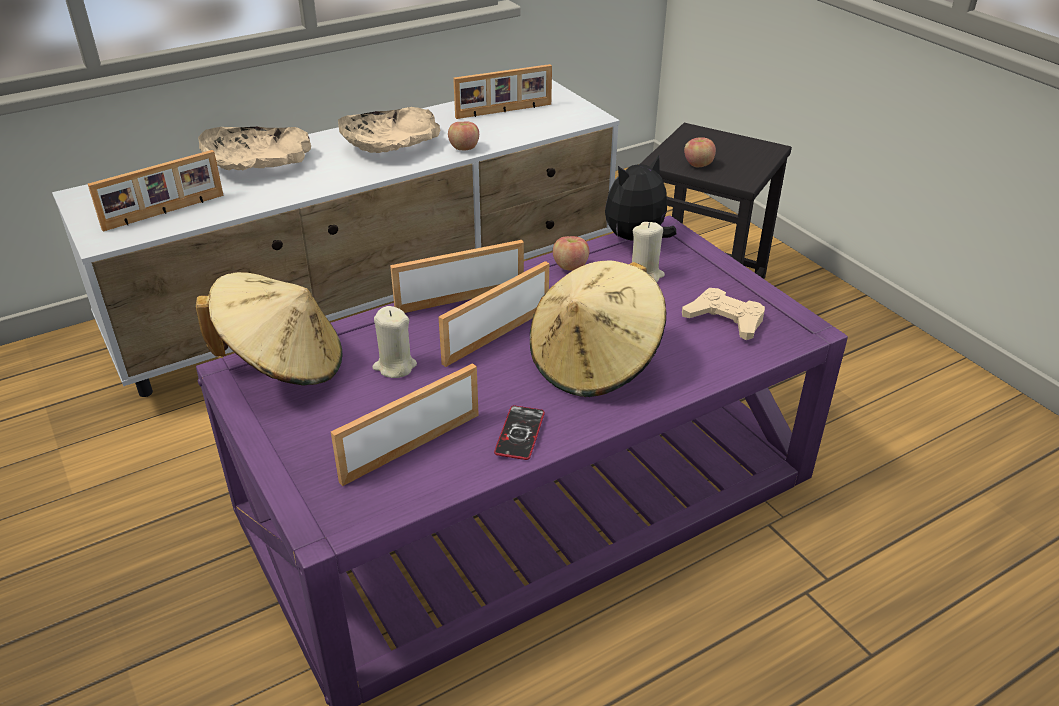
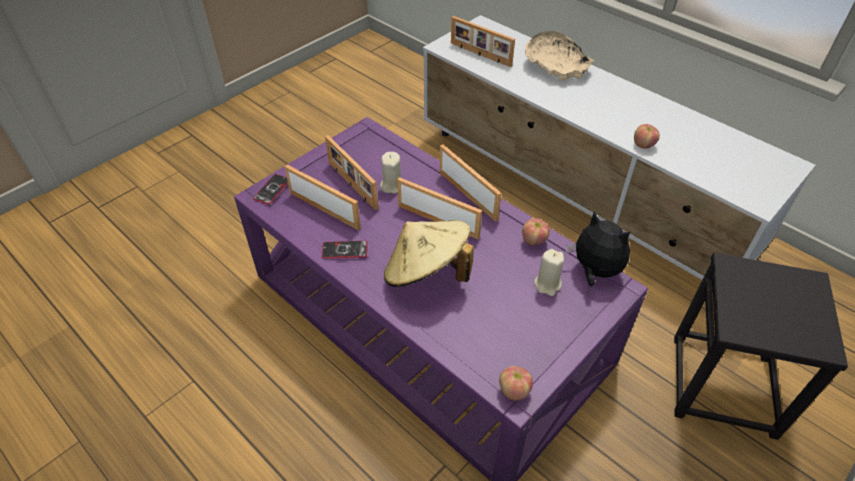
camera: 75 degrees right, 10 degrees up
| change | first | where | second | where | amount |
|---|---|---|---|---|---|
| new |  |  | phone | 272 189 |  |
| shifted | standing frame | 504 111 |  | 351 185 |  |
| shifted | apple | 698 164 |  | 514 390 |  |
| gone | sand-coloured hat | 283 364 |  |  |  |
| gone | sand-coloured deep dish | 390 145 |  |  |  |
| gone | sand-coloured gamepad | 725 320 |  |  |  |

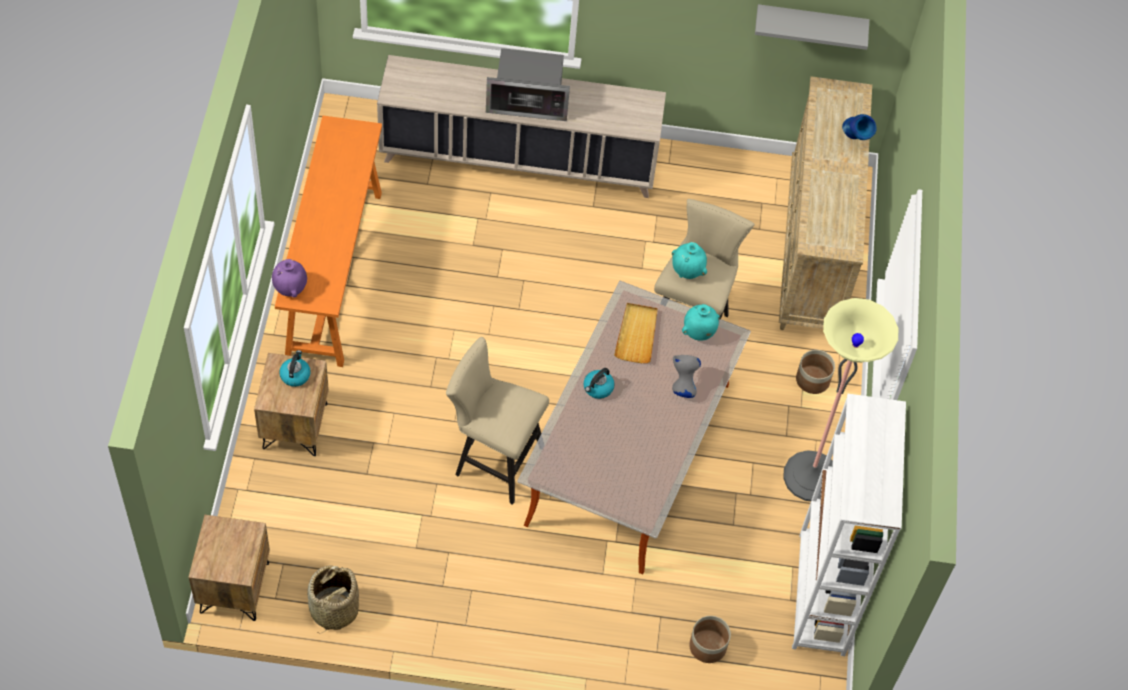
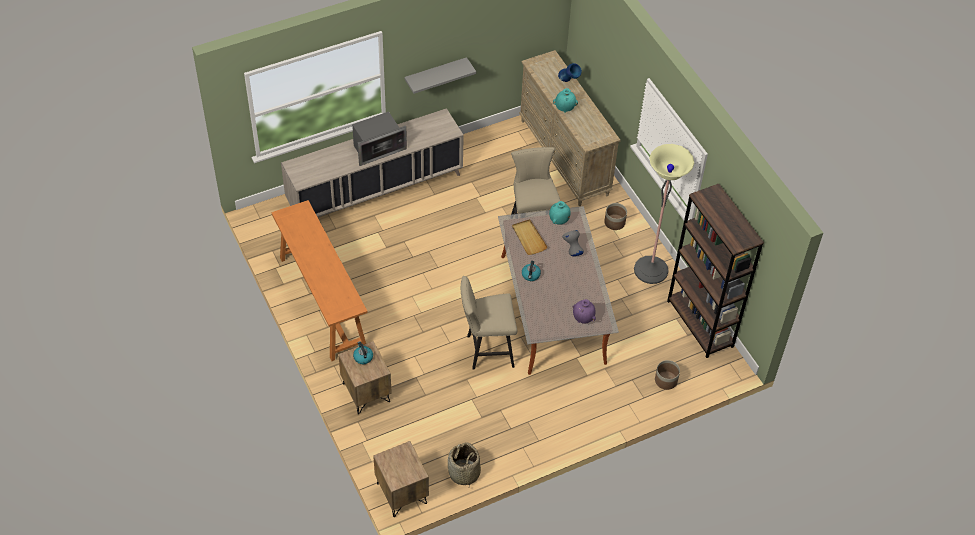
camera: 30 degrees left, 5 degrees down
| change | first | where | second | where | amount |
|---|---|---|---|---|---|
| shifted | greyish bracket shelf | 811 22 |  | 435 74 |  |
| shifted | turquoise flower vase | 687 272 |  | 565 109 |  |
| shifted | purple-coloured flower vase | 290 289 |  | 583 319 |  |
| repainted | white-coloured bookshelf | 821 594 | brownish bookshelf | 700 324 |  |

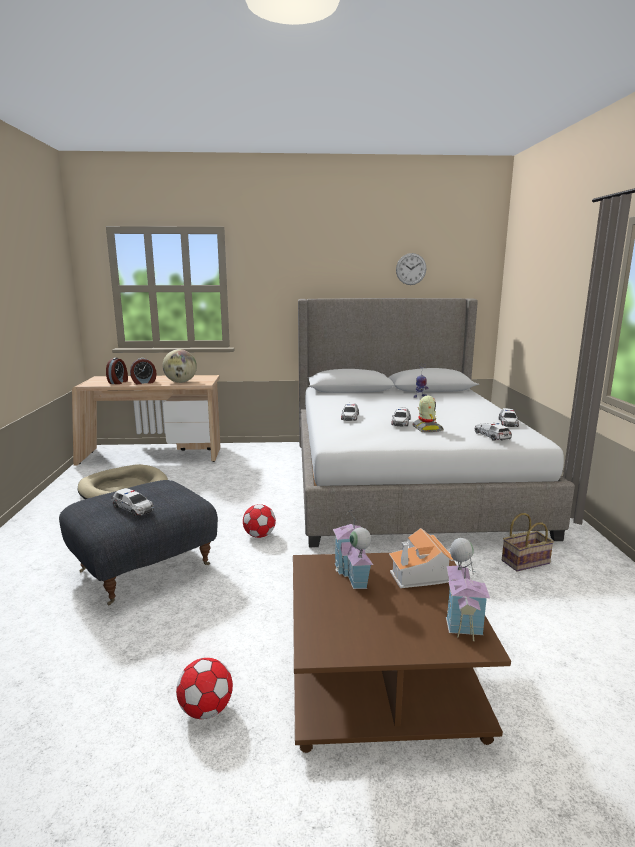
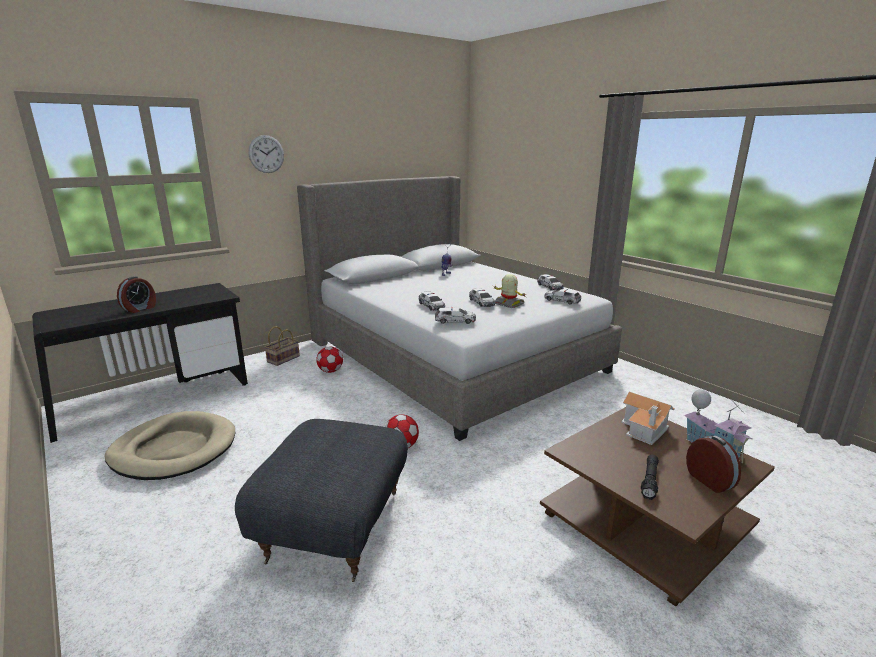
camera: 35 degrees left, 5 degrees up
| change | first | where | second | where | amount |
|---|---|---|---|---|---|
| repainted | sand-coloured desk | 152 456 | black desk | 155 399 |  |
| shifted | wall clock | 411 269 |  | 266 154 |  |
| shifted | storage basket | 525 561 |  | 283 358 |  |
| shifted | football ball | 206 710 |  | 330 371 |  |
| shifted | miniature car | 133 508 |  | 455 321 |  |
| new |  |  | black torch | 649 481 |  |
| shifted | alarm clock | 118 382 |  | 710 480 |  |
| gone | world globe | 180 382 |  |  |  |
| gone | miniature house | 352 574 |  |  |  |

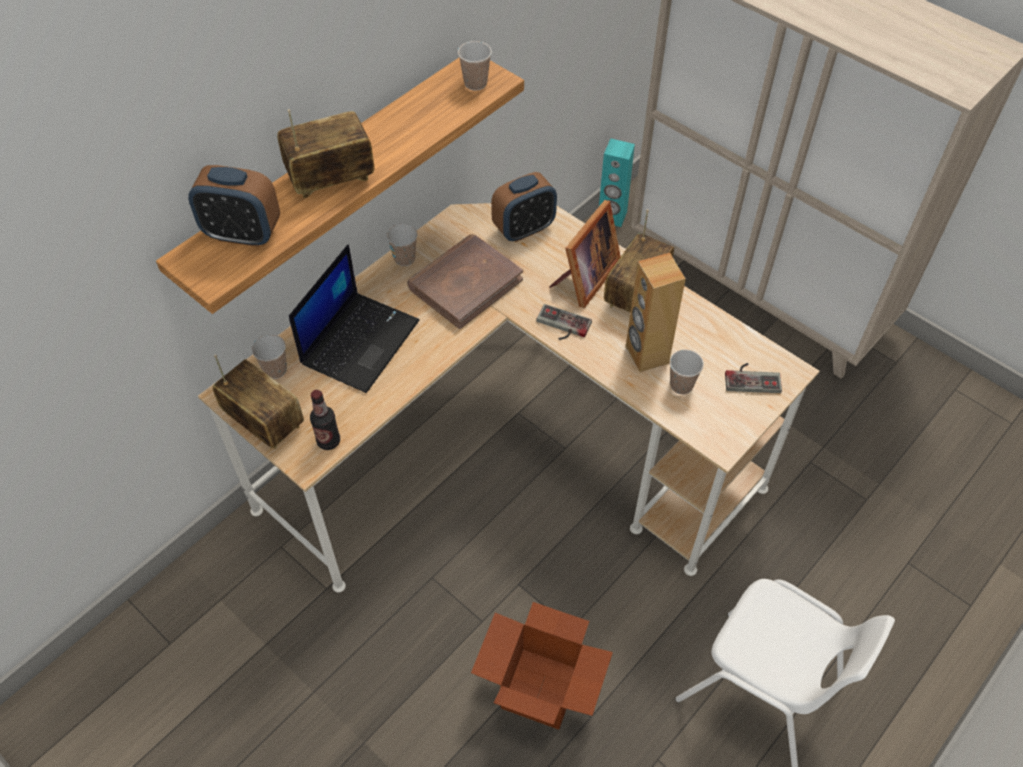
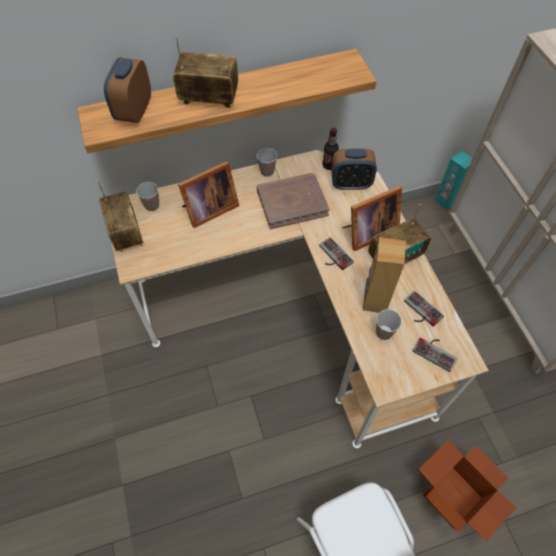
camera: 30 degrees right, 5 degrees up
| change | first | where | second | where | amount |
|---|---|---|---|---|---|
| rotated | alarm clock | 243 234 |  | 134 111 | 60 degrees clockwise |
| swapped | notebook computer | 360 341 | standing frame | 208 209 |  |
| shifted | drink bottle | 328 441 |  | 329 165 |  |
| new |  |  | gamepad | 420 312 |  |
| shifted | carton | 540 689 |  | 452 496 |  |
| gone | drinking cup | 475 83 |  |  |  |

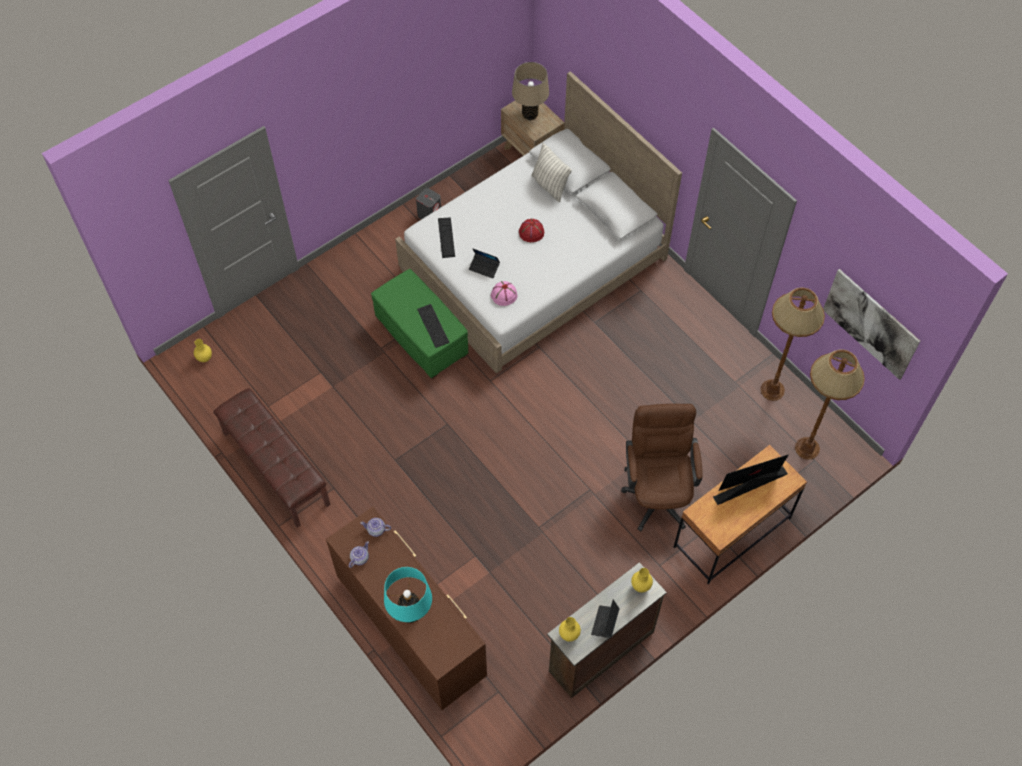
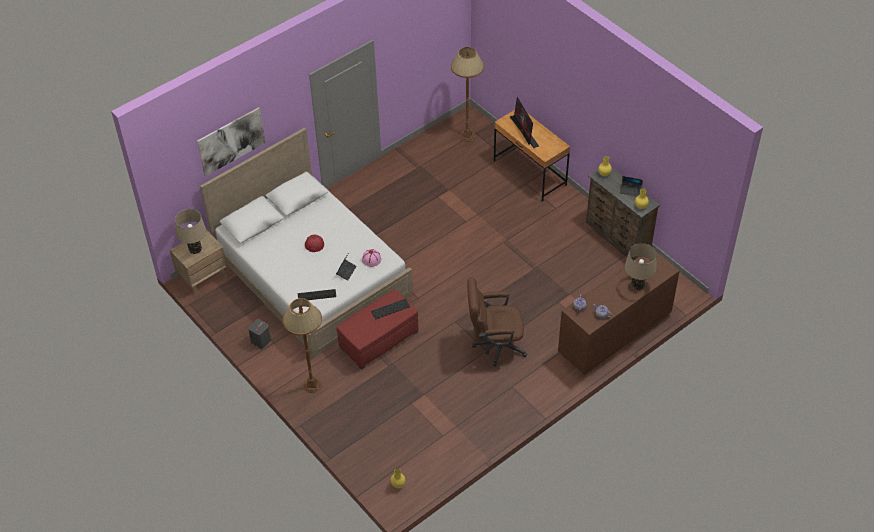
camera: 90 degrees left, 10 degrees down
| change | first | where | second | where | amount |
|---|---|---|---|---|---|
| shifted | wall art | 870 324 |  | 231 141 |  |
| shifted | brownish floor lamp | 772 390 |  | 312 385 |  |
| repainted | greenish footrest | 421 337 | red-coloured footrest | 379 340 |  |
| shifted | brownish computer chair | 657 492 |  | 494 345 |  |
| repainted | turquoise lamp for a table | 410 614 | sand-coloured lamp for a table | 637 285 |  |
| gone | brownish long seat | 275 468 |  |  |  |
| gone | throw pillow | 550 186 |  |  |  |

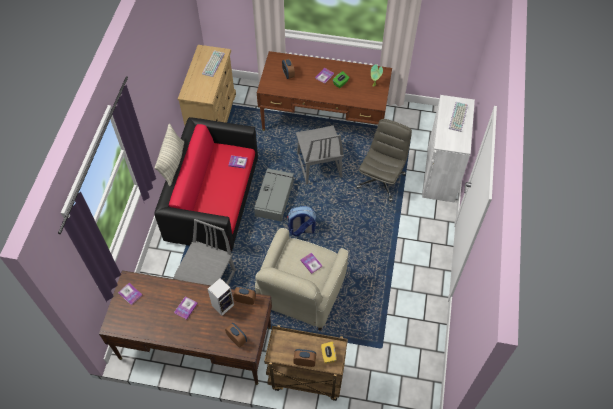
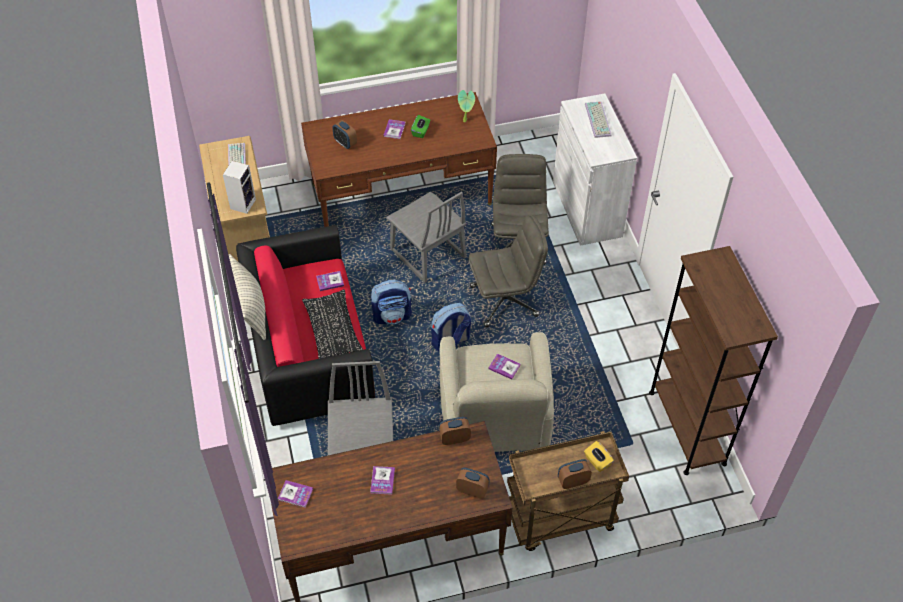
camera: 25 degrees left, 5 degrees down
| change | first | where | second | where | amount |
|---|---|---|---|---|---|
| shifted | loudspeaker | 223 304 |  | 243 203 |  |
| new |  |  | black throw pillow | 333 331 |  |
| swapped | greyish storage box | 274 198 | knapsack | 392 315 |  |
| new |  |  | greyish computer chair | 505 300 |  |
| new |  |  | brownish bookshelf | 687 427 |  |

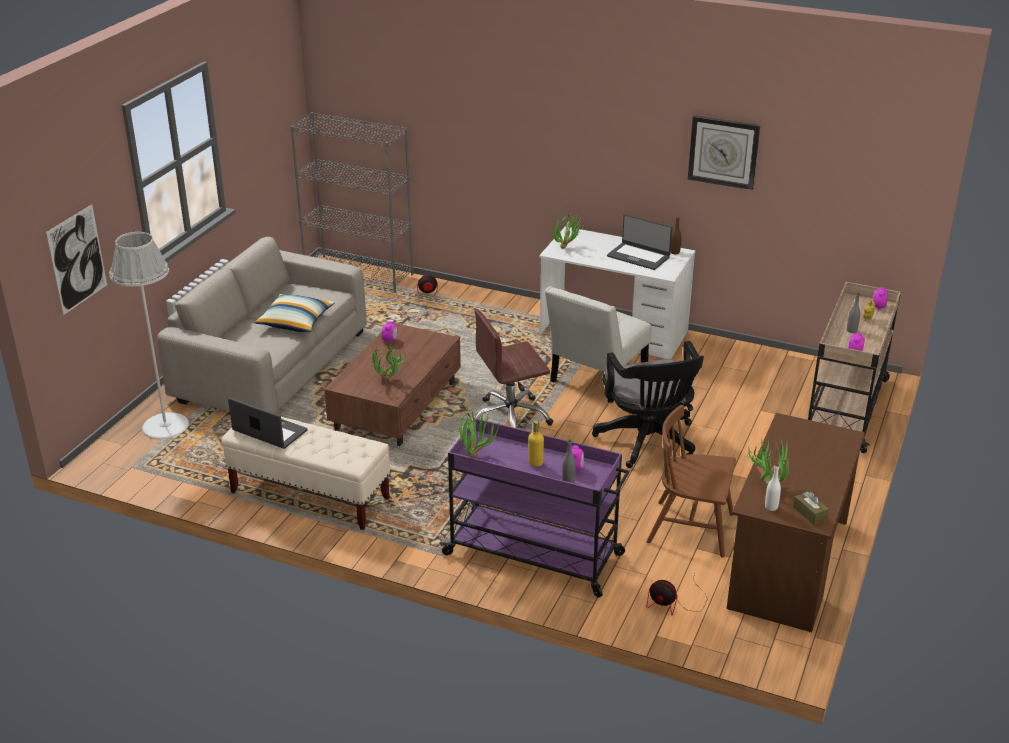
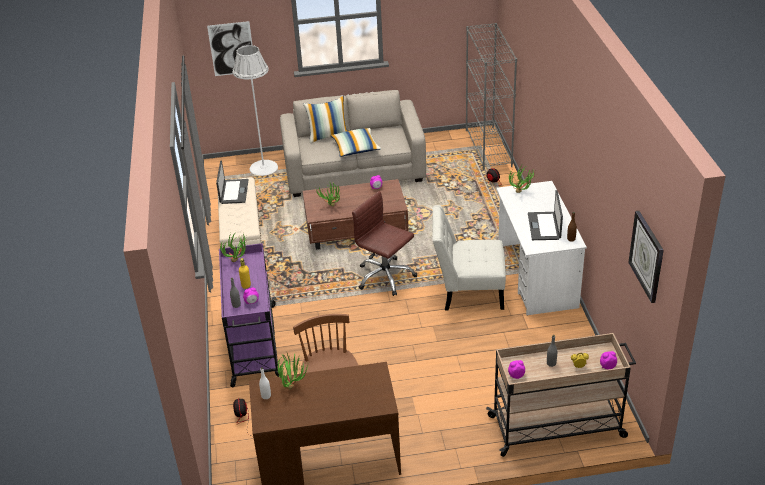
camera: 60 degrees right, 5 degrees up
| change | first | where | second | where | amount |
|---|---|---|---|---|---|
| new |  |  | throw pillow | 328 136 |  |
| shifted | wall clock | 723 152 |  | 647 256 |  |
| gone | black computer chair | 648 443 |  |  |  |
| gone | brownish box of tissues | 809 513 |  |  |  |

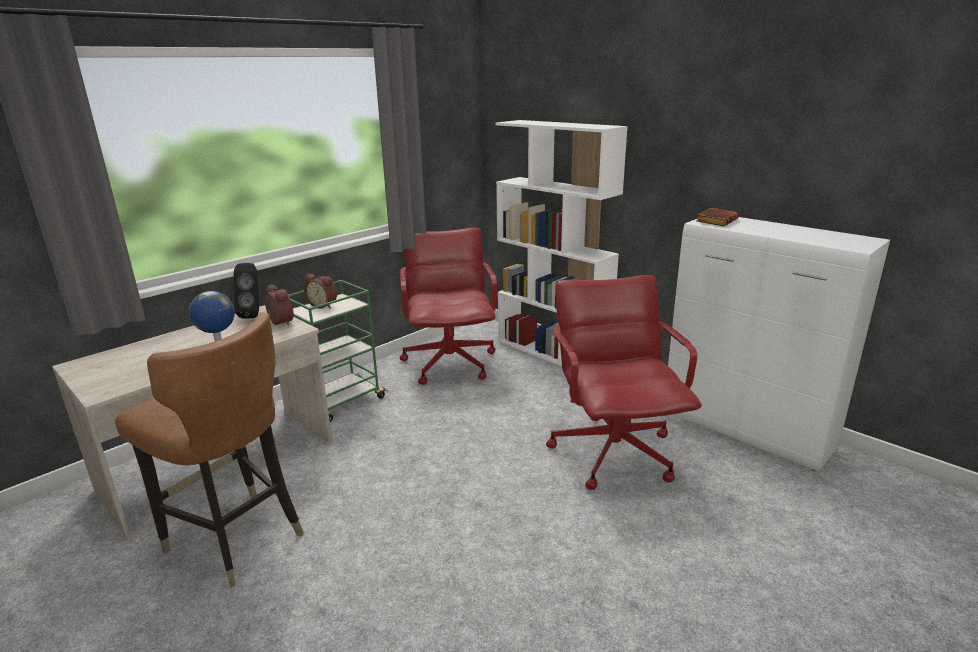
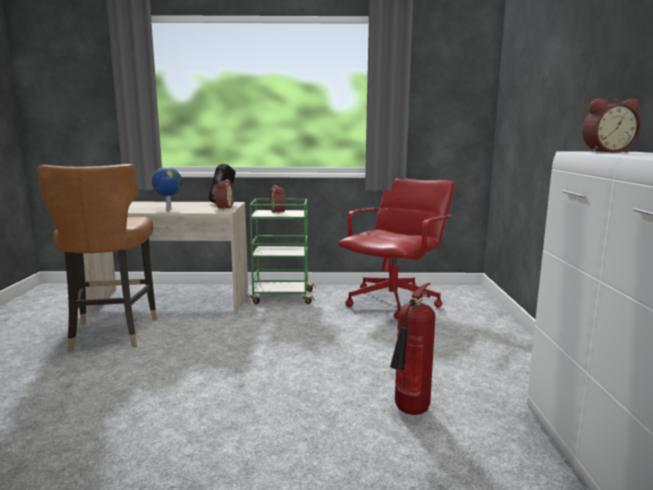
camera: 45 degrees right, 10 degrees down
| change | first | where | second | where | amount |
|---|---|---|---|---|---|
| swapped | red-coloured computer chair | 614 452 | fire-fighting cylinder | 410 412 |  |
| swapped | brownish volume | 716 221 | alarm clock | 605 152 |  |
| gone | white-coloured bookshelf | 553 353 |  |  |  |

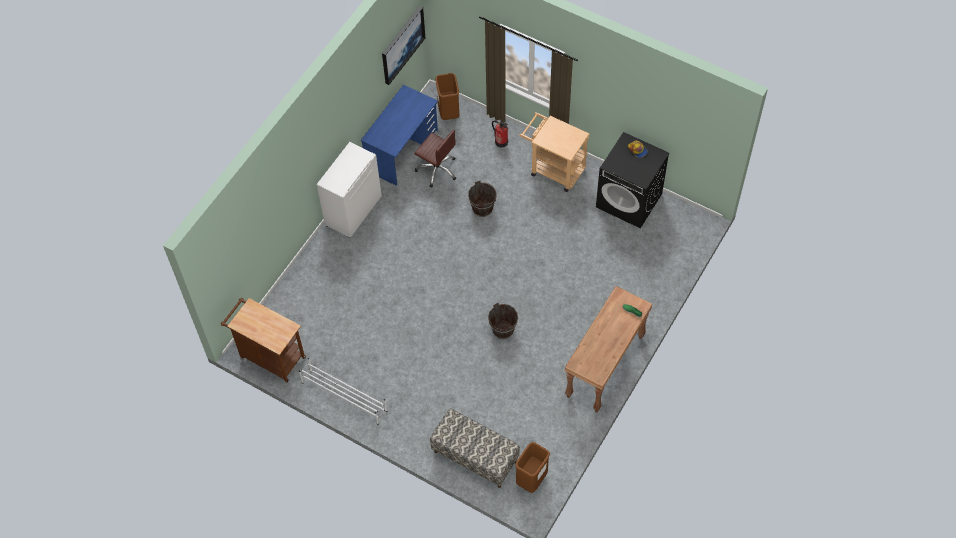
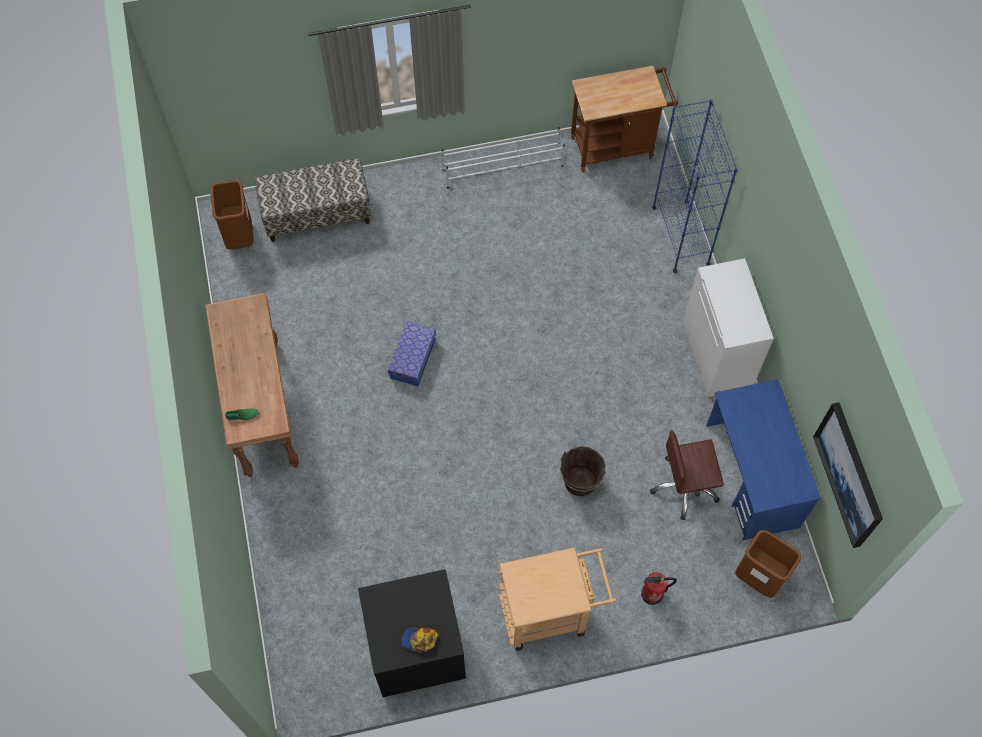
camera: 135 degrees right, 5 degrees up
| change | first | where | second | where | amount |
|---|---|---|---|---|---|
| swapped | brownish bucket | 503 330 | storage box | 412 358 |  |
| new |  |  | blue-coloured bookshelf | 680 235 |  |

